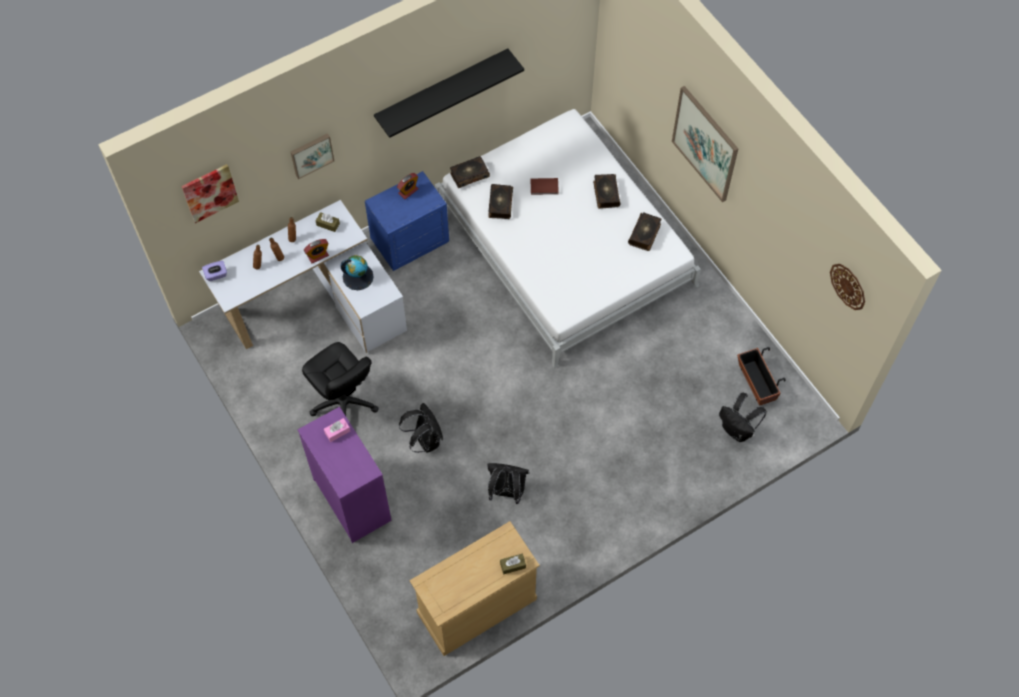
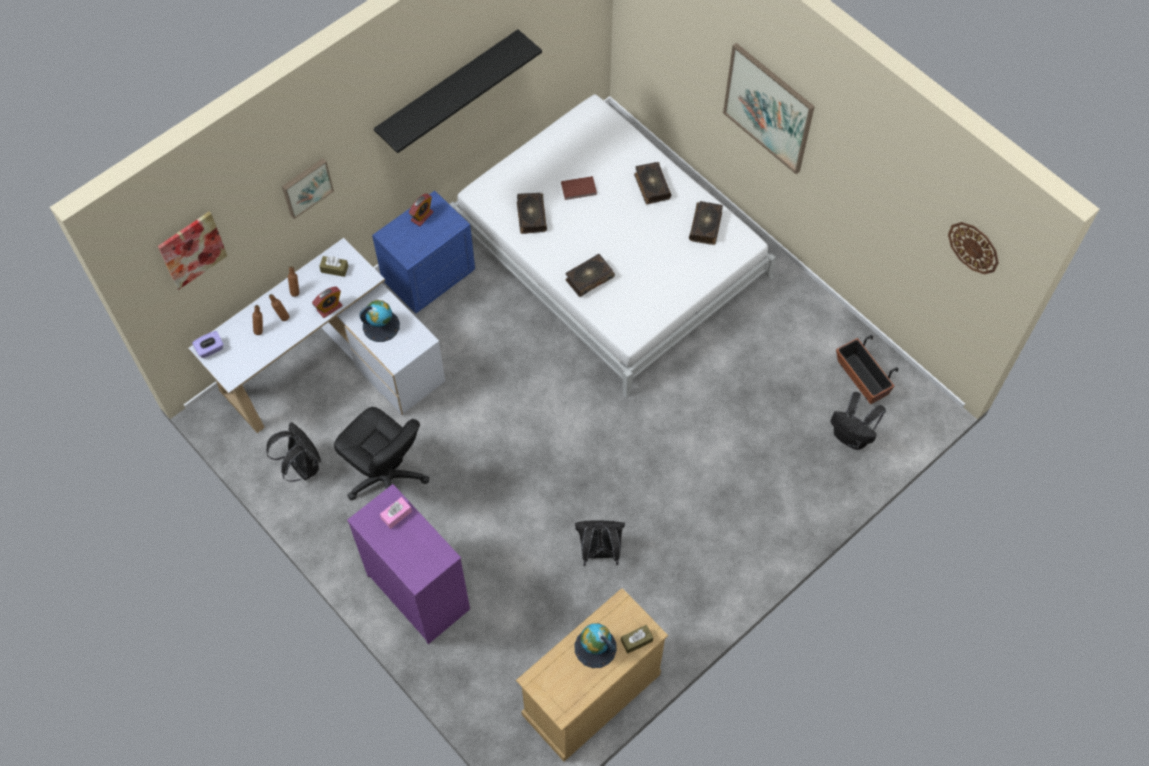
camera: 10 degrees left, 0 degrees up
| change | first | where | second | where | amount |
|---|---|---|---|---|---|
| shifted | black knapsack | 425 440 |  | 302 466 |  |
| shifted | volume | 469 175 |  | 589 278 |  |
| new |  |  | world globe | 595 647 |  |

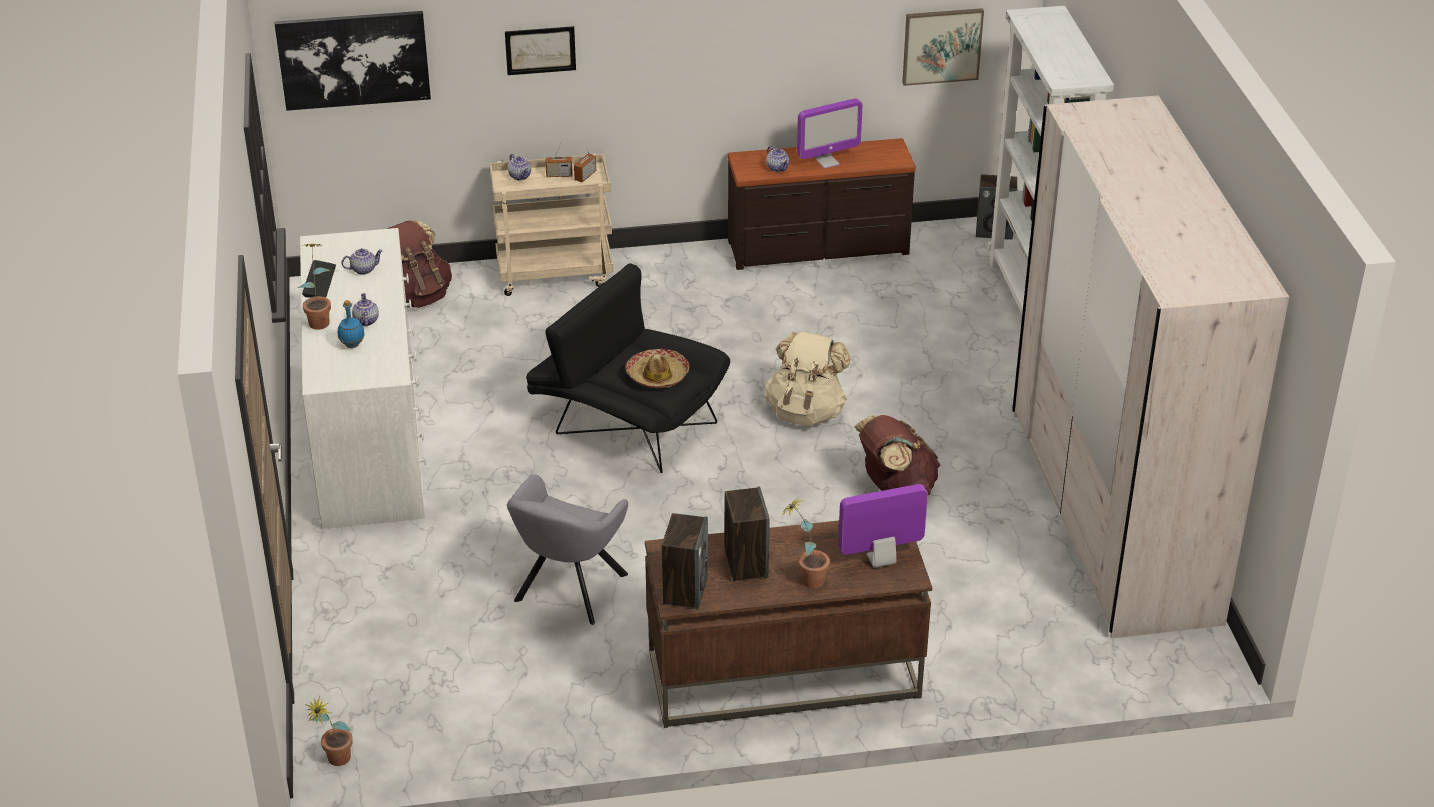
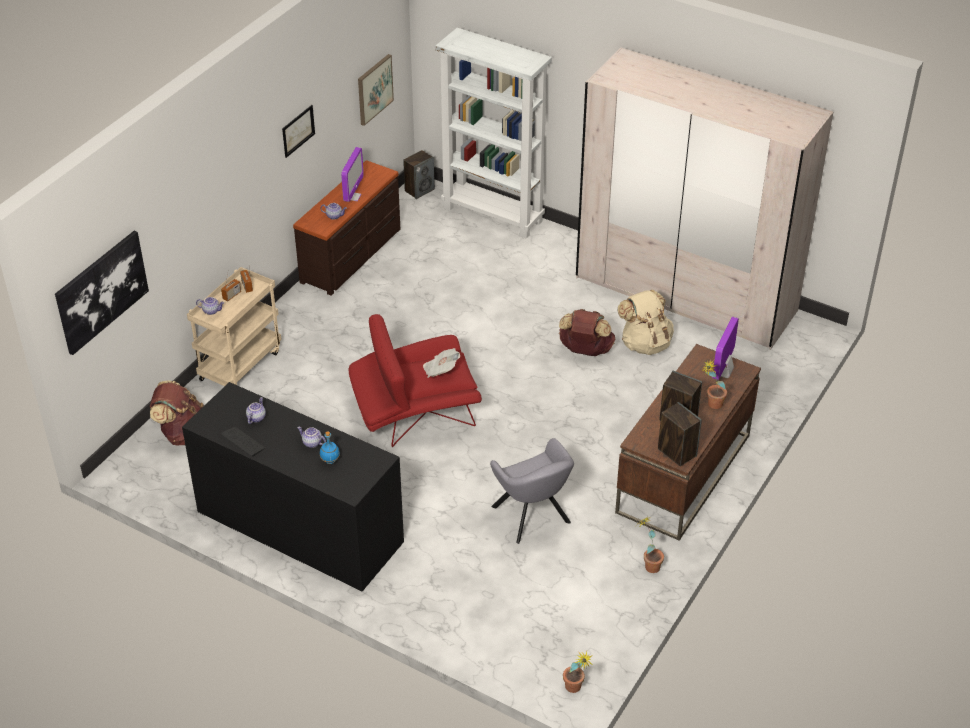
camera: 50 degrees left, 5 degrees up
| change | first | where | second | where | amount |
|---|---|---|---|---|---|
| repainted | white-coloured drawer chest | 369 438 | black drawer chest | 299 526 |  |
| shifted | wall art | 540 50 |  | 298 131 |  |
| repainted | black armchair | 627 422 | red-coloured armchair | 415 413 |  |
| swapped | hat | 657 375 | printed paper | 440 370 |  |
| shifted | sand-coloured knapsack | 806 412 |  | 645 343 |  |
| shifted | potted plant | 320 319 |  | 648 565 |  |

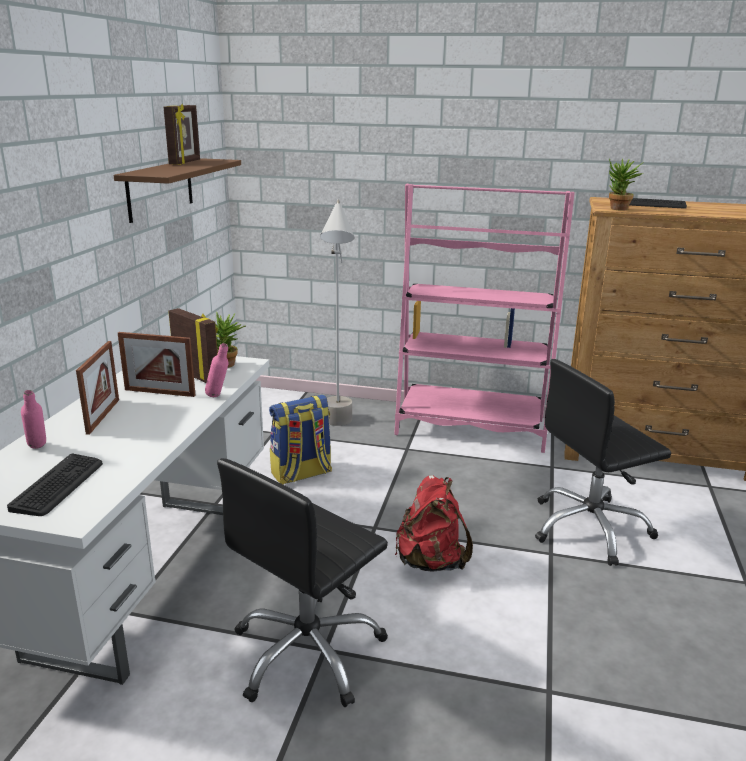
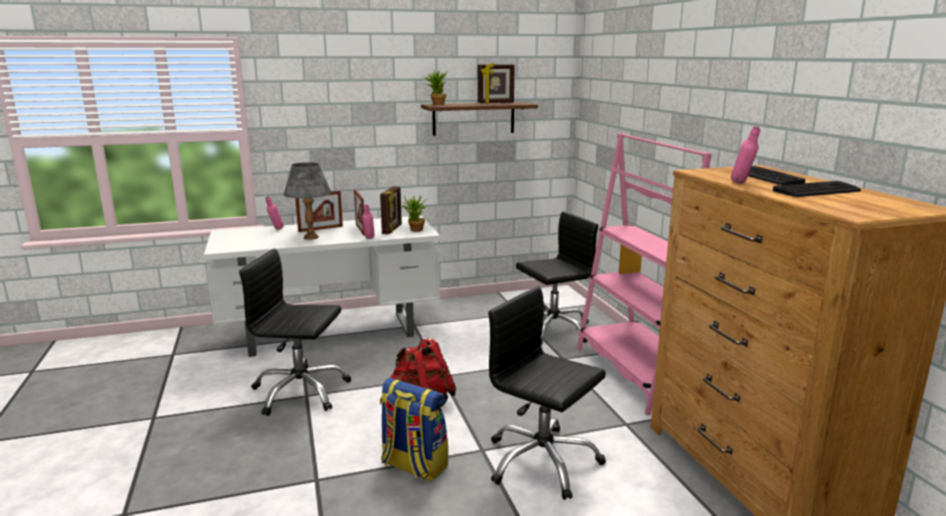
camera: 60 degrees right, 5 degrees down
| change | first | where | second | where | amount |
|---|---|---|---|---|---|
| new |  |  | greyish lamp for a table | 311 237 |  |
| shifted | knapsack | 301 474 |  | 413 466 |  |
| shifted | potted plant | 618 209 |  | 435 104 |  |
| swapped | greyish floor lamp | 338 430 | black computer chair | 553 329 |  |
| new |  |  | pink drink bottle | 742 183 |  |
| shifted | computer keyboard | 59 485 |  | 817 191 |  |

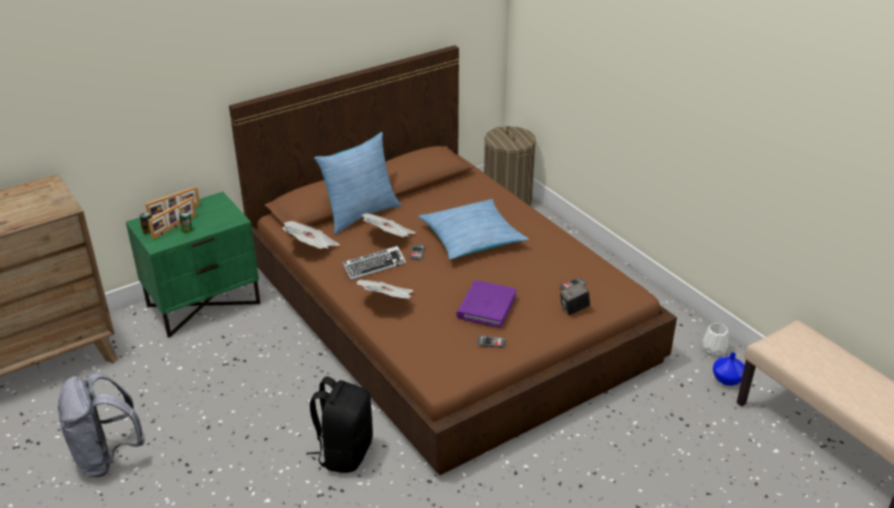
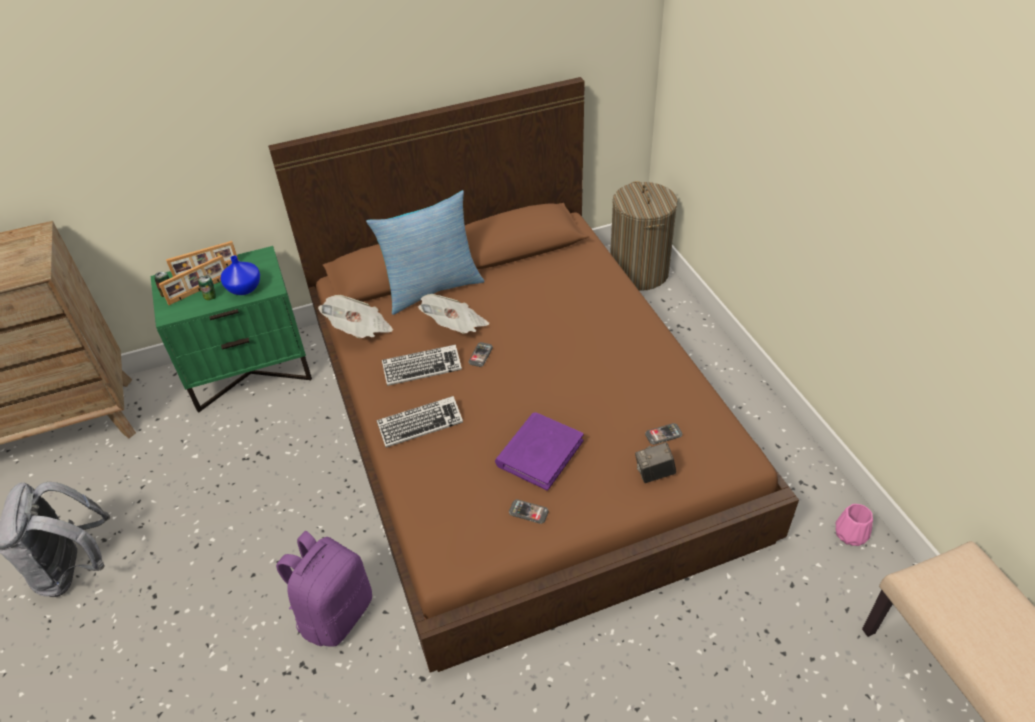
camera: 15 degrees right, 10 degrees up
| change | first | where | second | where | amount |
|---|---|---|---|---|---|
| shifted | blue-coloured flower vase | 726 379 |  | 243 288 |  |
| repainted | black knapsack | 344 452 | purple-coloured knapsack | 335 613 |  |
| swapped | printed paper | 388 301 | computer keyboard | 420 425 |  |
| repainted | white-coloured flower vase | 714 349 | pink flower vase | 851 534 |  |
| gone | throw pillow | 471 238 |  |  |  |

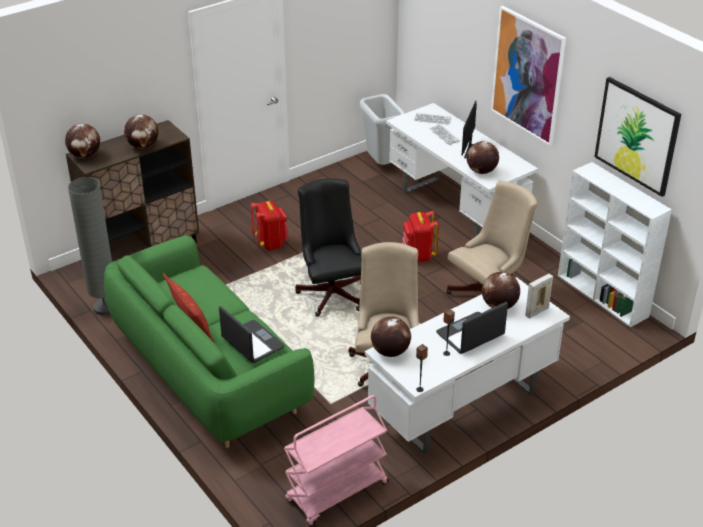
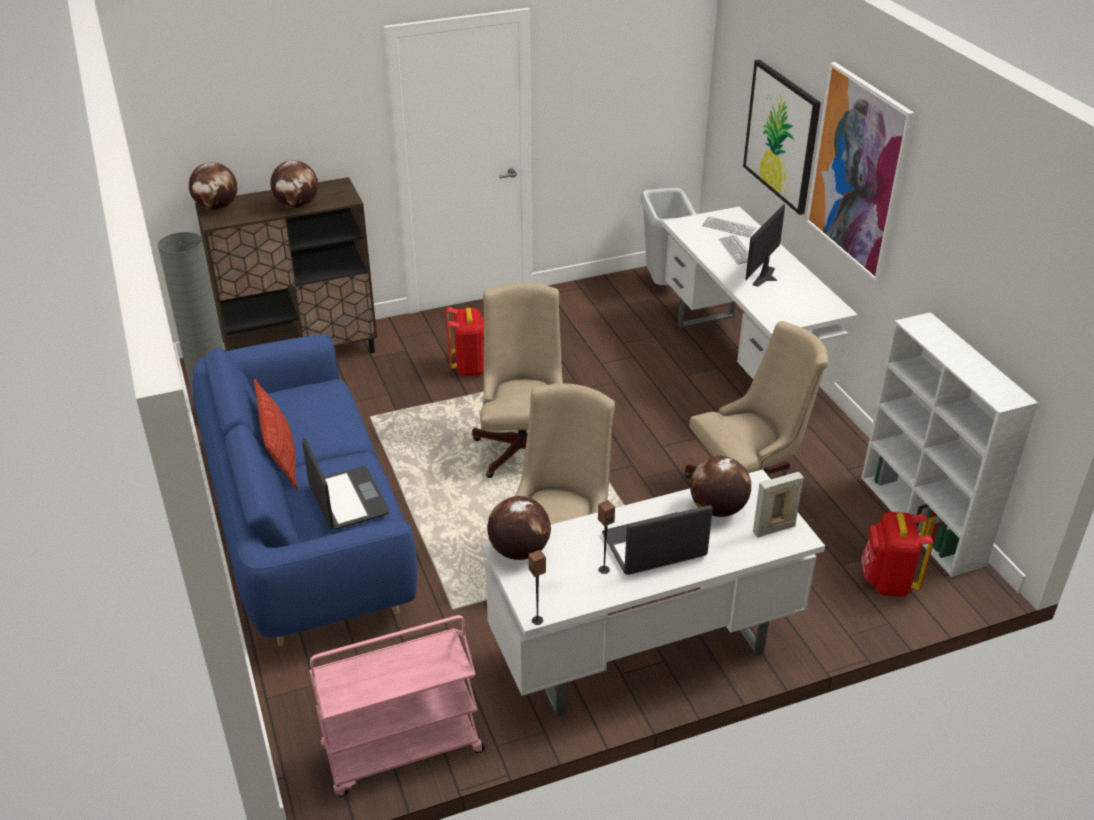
camera: 15 degrees right, 0 degrees up
| change | first | where | second | where | amount |
|---|---|---|---|---|---|
| repainted | greenish sofa | 208 371 | blue-coloured sofa | 307 528 |  |
| repainted | black computer chair | 332 292 | sand-coloured computer chair | 524 446 |  |
| shifted | wall art | 637 135 |  | 781 136 |  |
| shifted | red-coloured knapsack | 418 255 |  | 887 582 |  |
| gone | world globe | 481 171 |  |  |  |

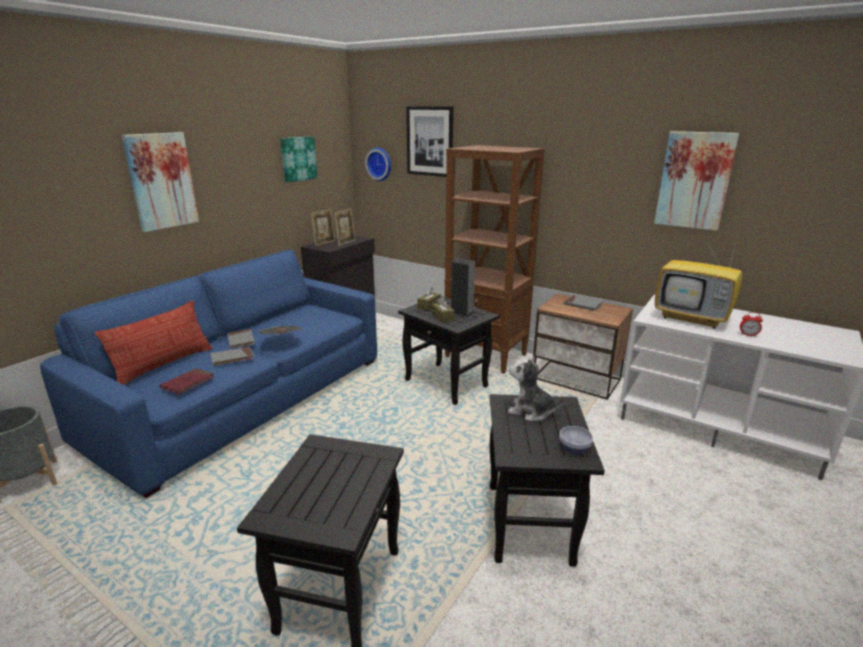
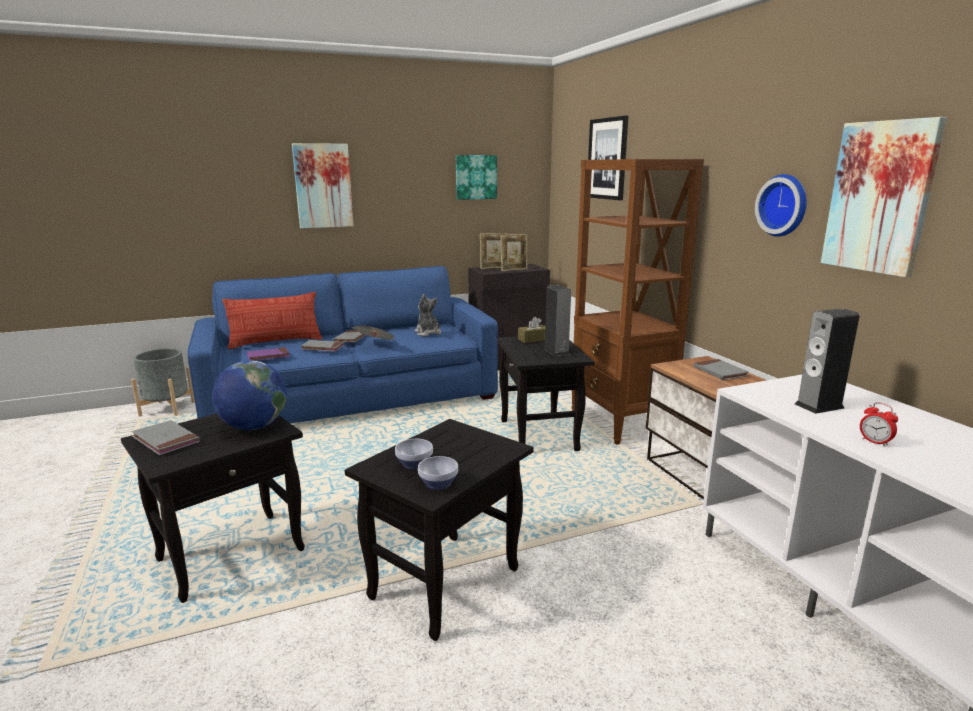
camera: 35 degrees right, 5 degrees down
| change | first | where | second | where | amount |
|---|---|---|---|---|---|
| new |  |  | greyish volume | 166 440 |  |
| new |  |  | world globe | 254 426 |  |
| repainted | red-coloured volume | 188 383 | purple-coloured volume | 268 356 |  |
| new |  |  | deep dish | 415 464 |  |
| shifted | cuddly toy | 531 411 |  | 428 333 |  |
| shifted | wall clock | 380 164 |  | 784 205 |  |
| swapped | TV set | 693 318 | loudspeaker | 819 406 |  |
| gone | brownish box of tissues | 442 317 |  |  |  |

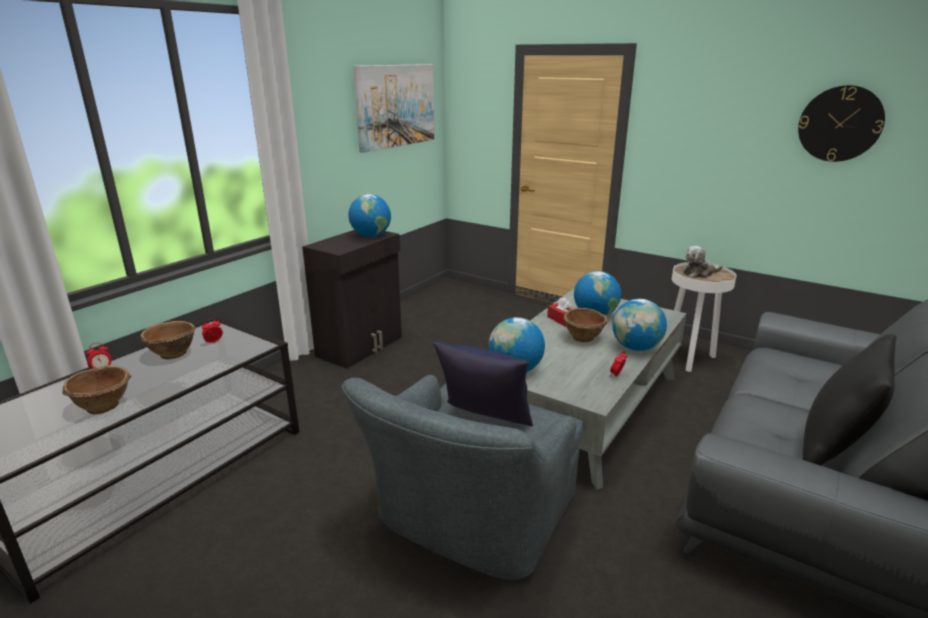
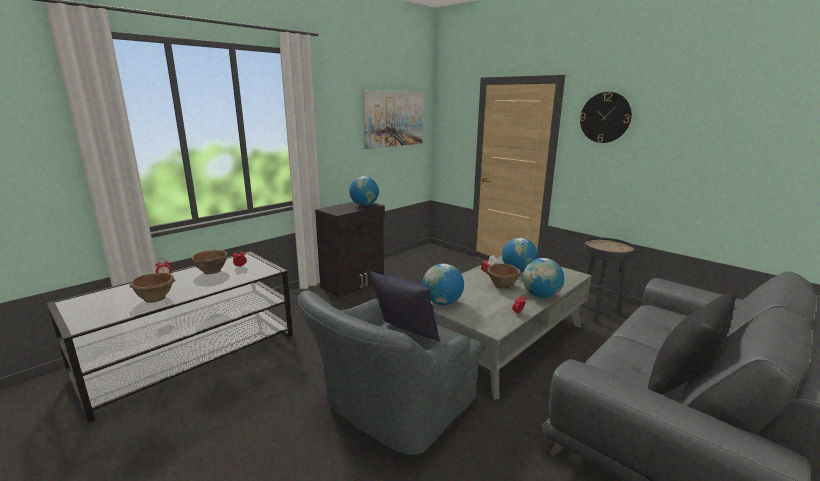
camera: 10 degrees right, 5 degrees down
| change | first | where | second | where | amount |
|---|---|---|---|---|---|
| shifted | wall clock | 840 124 |  | 605 117 |  |
| repainted | white-coloured side table | 689 359 | black side table | 598 313 |  |
| gone | cuddly toy | 699 273 |  |  |  |

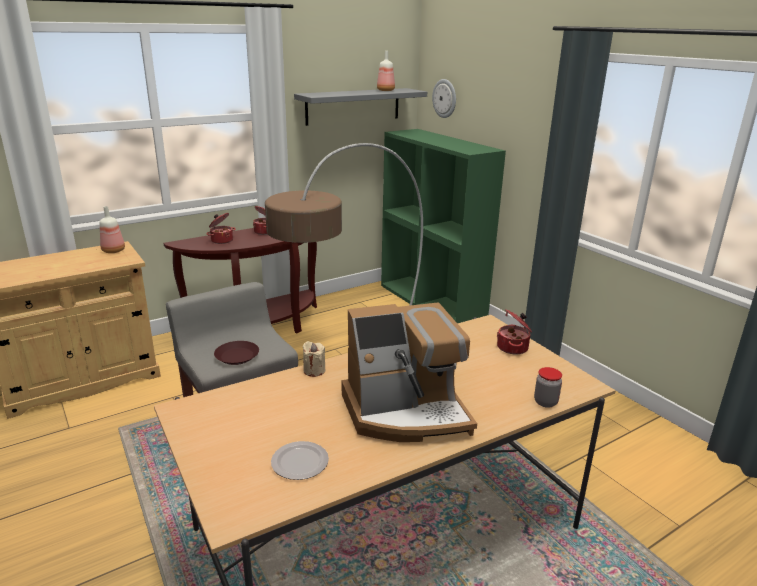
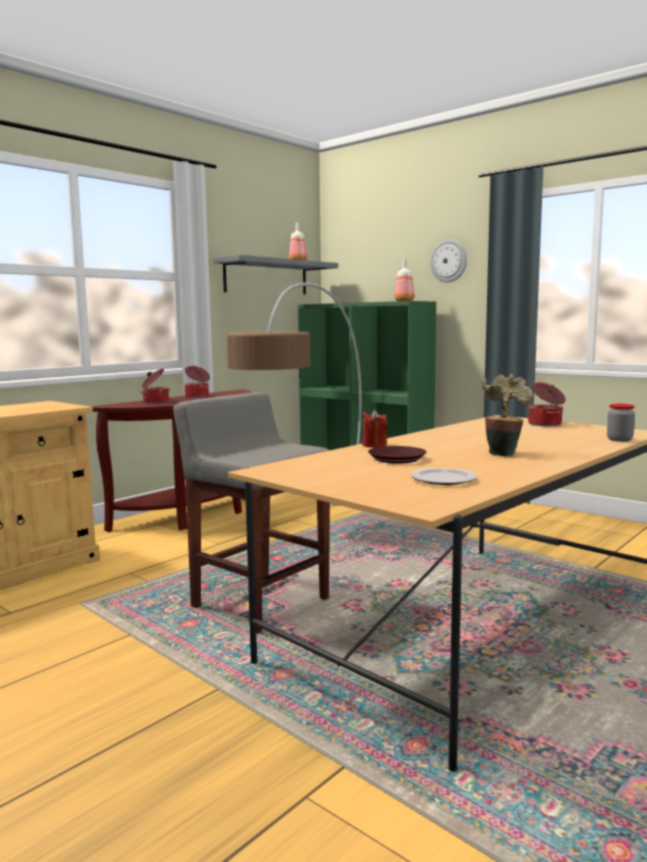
camera: 15 degrees left, 15 degrees down
| change | first | where | second | where | amount |
|---|---|---|---|---|---|
| repainted | sand-coloured candle | 314 370 | red-coloured candle | 374 445 |  |
| shifted | brownish flat dish | 237 356 |  | 397 459 |  |
| shifted | drink bottle | 113 250 |  | 404 301 |  |
| shifted | wall clock | 445 98 |  | 449 261 |  |
| swapped | coffee brewer | 406 412 | potted plant | 503 453 |  |

